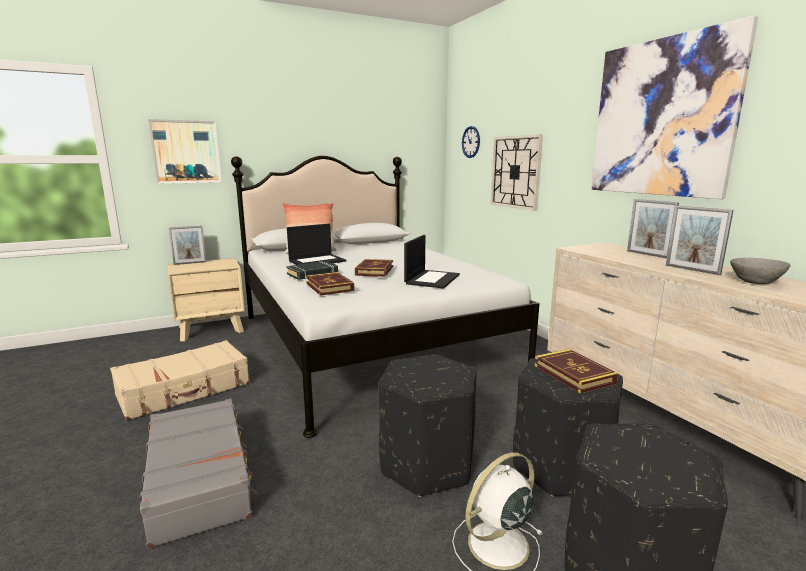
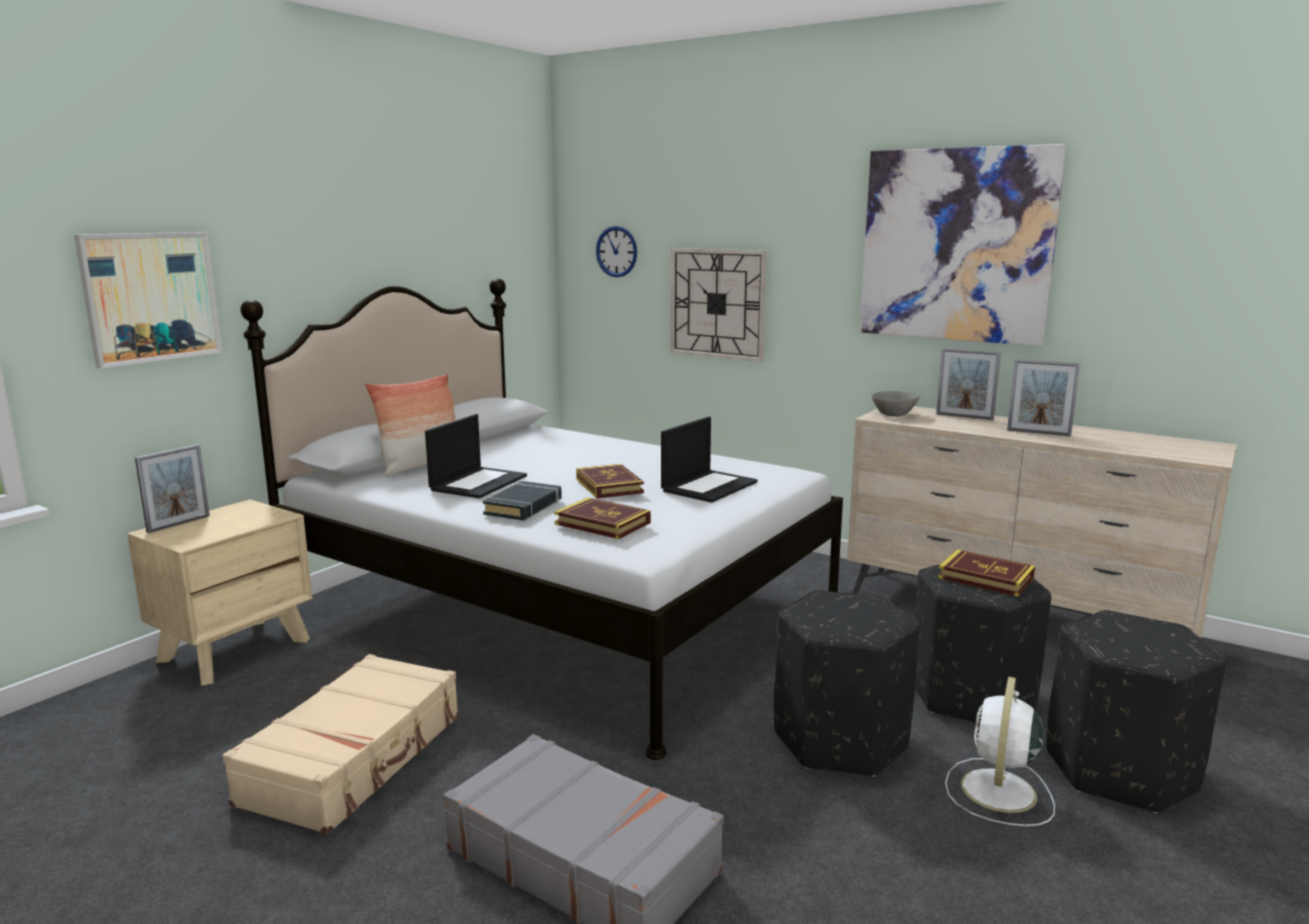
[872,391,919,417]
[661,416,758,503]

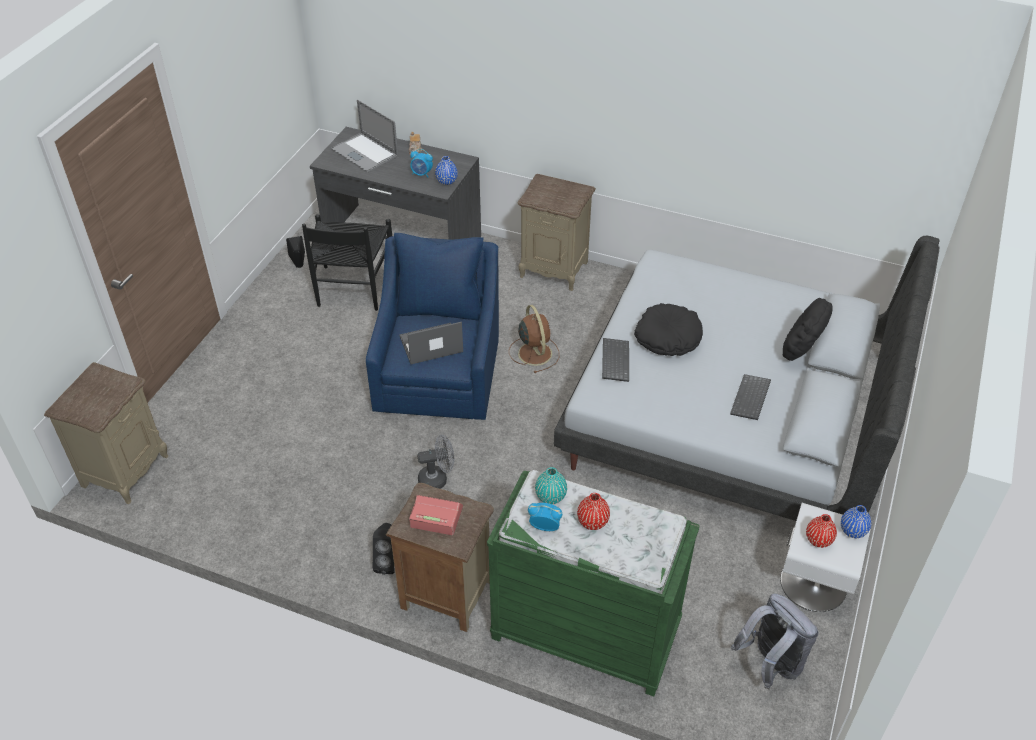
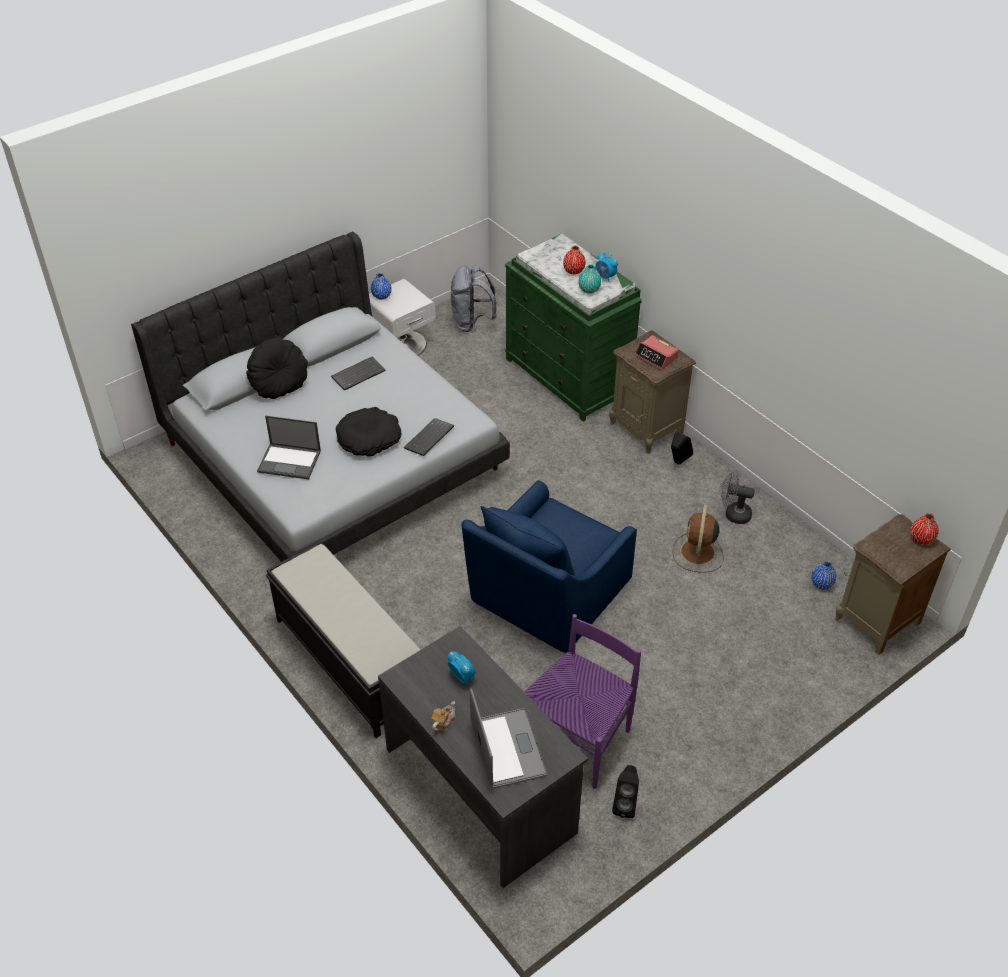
[257,416,321,480]
[721,472,755,524]
[811,561,837,590]
[672,503,724,573]
[910,513,939,545]
[266,544,421,738]
[525,614,641,789]

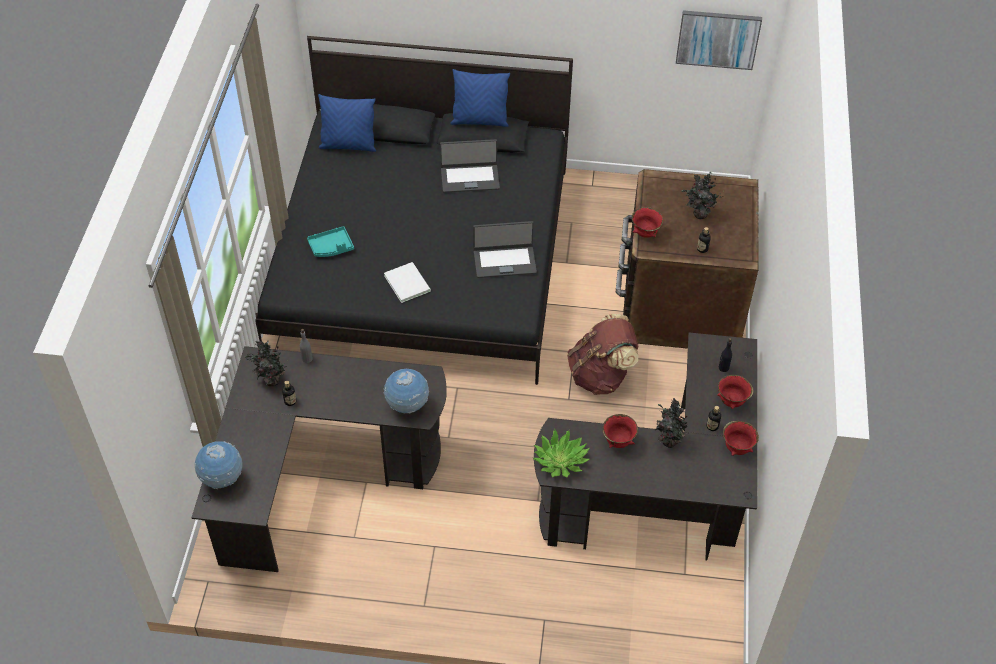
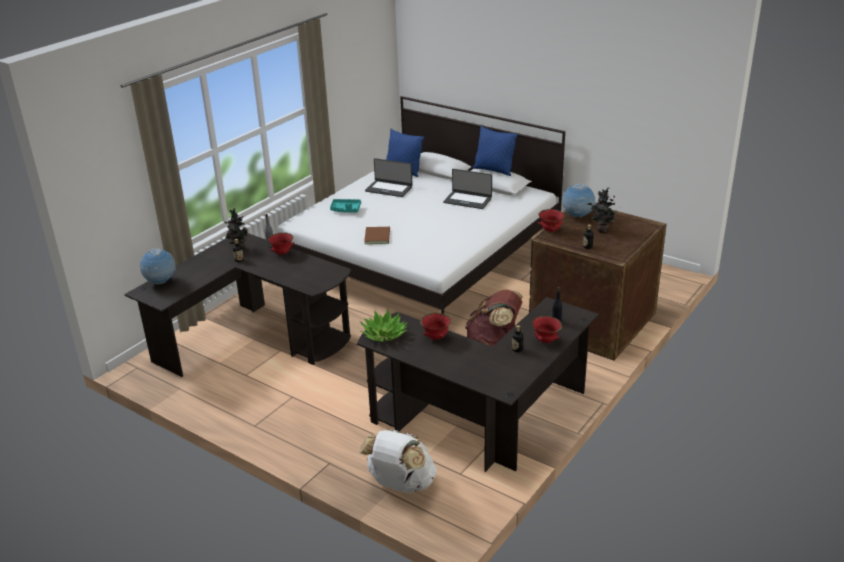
[653,398,688,448] (first image)
[676,10,762,70] (first image)
[359,429,437,493]
[562,183,595,217]
[365,158,413,197]
[268,232,294,255]
[277,96,565,314]
[364,227,390,244]

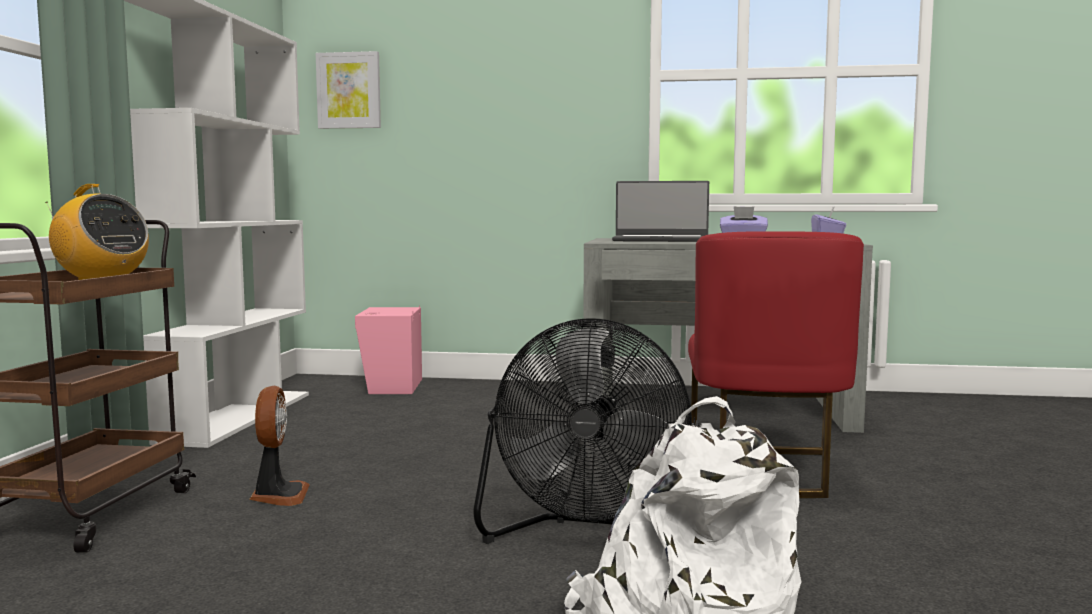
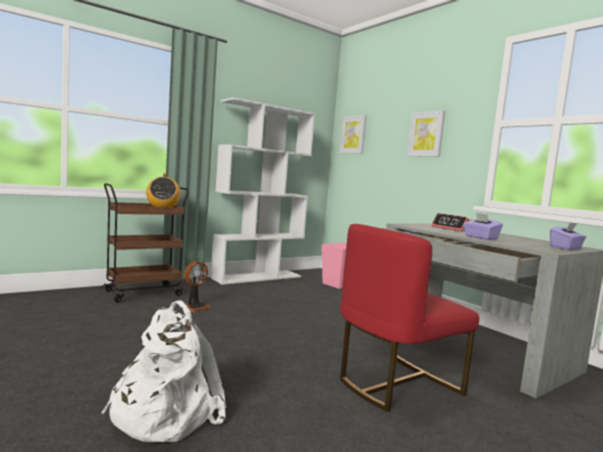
[473,318,699,544] (first image)
[407,110,445,157]
[431,213,474,232]

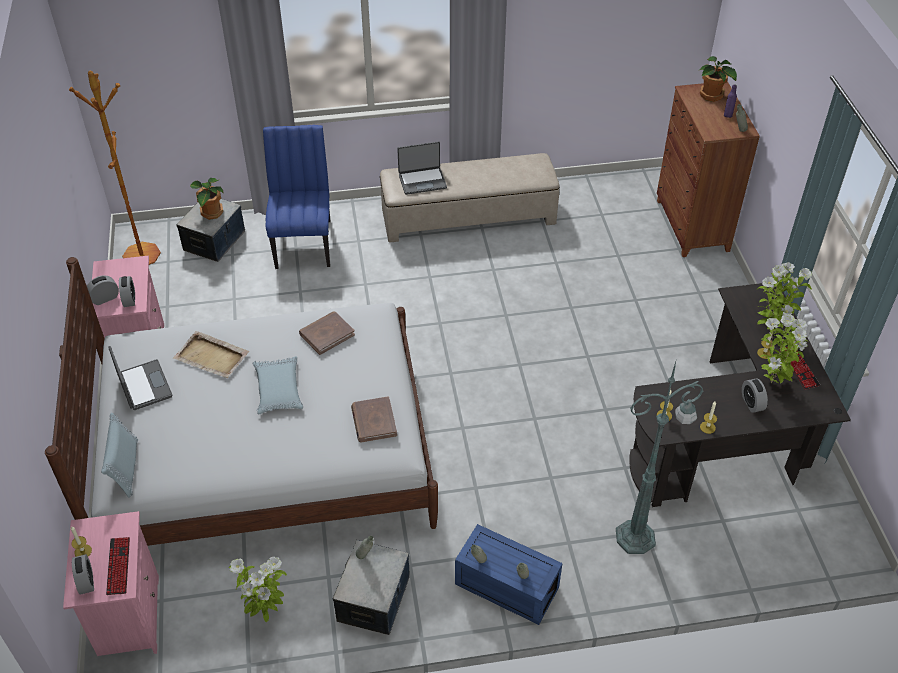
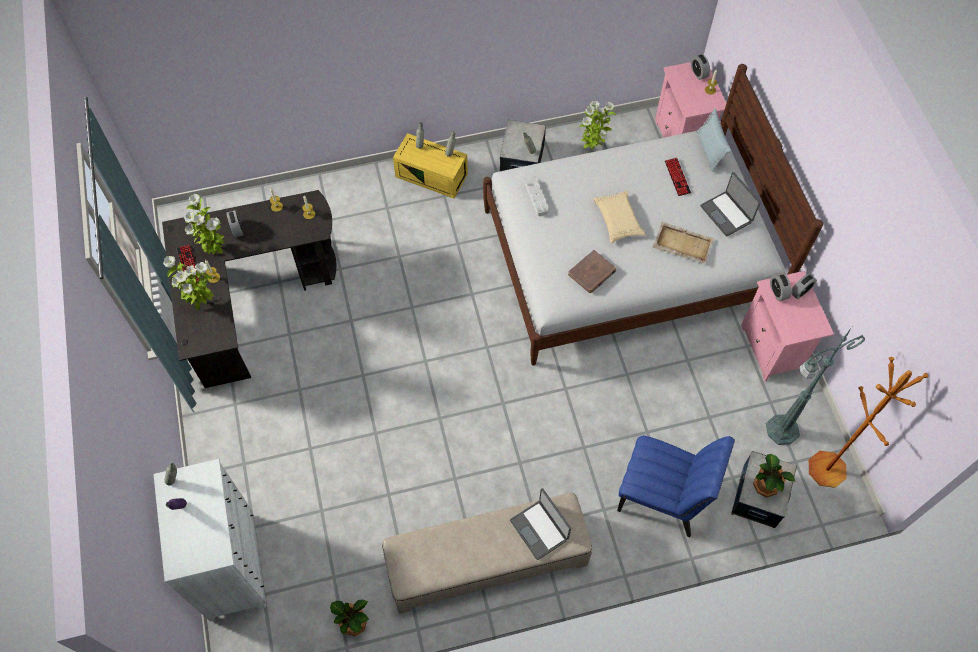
[665,158,691,196]
[766,327,865,445]
[330,600,369,636]
[525,176,549,216]
[593,191,646,243]
[393,133,468,198]
[153,459,266,622]
[617,435,735,537]
[510,488,571,560]

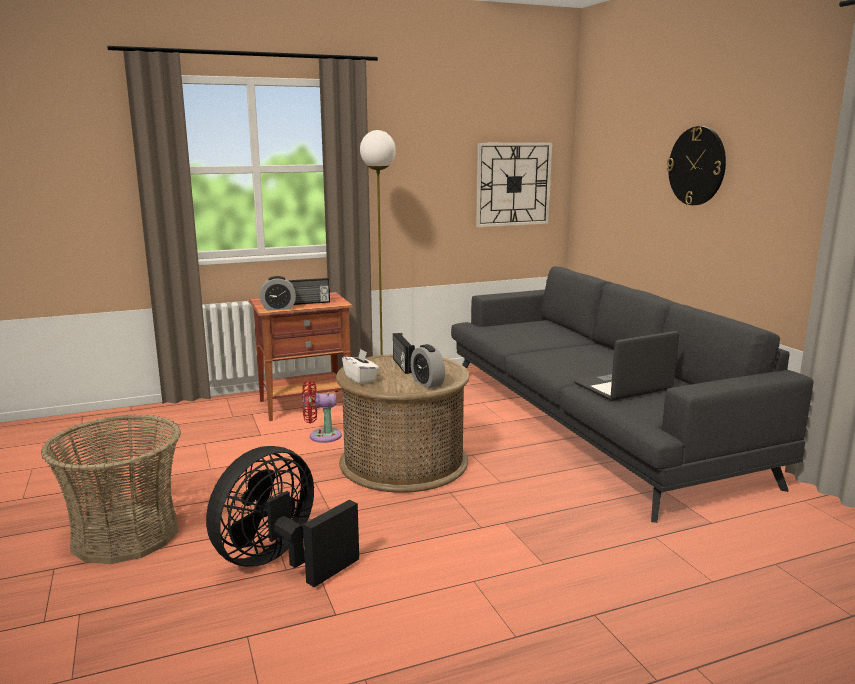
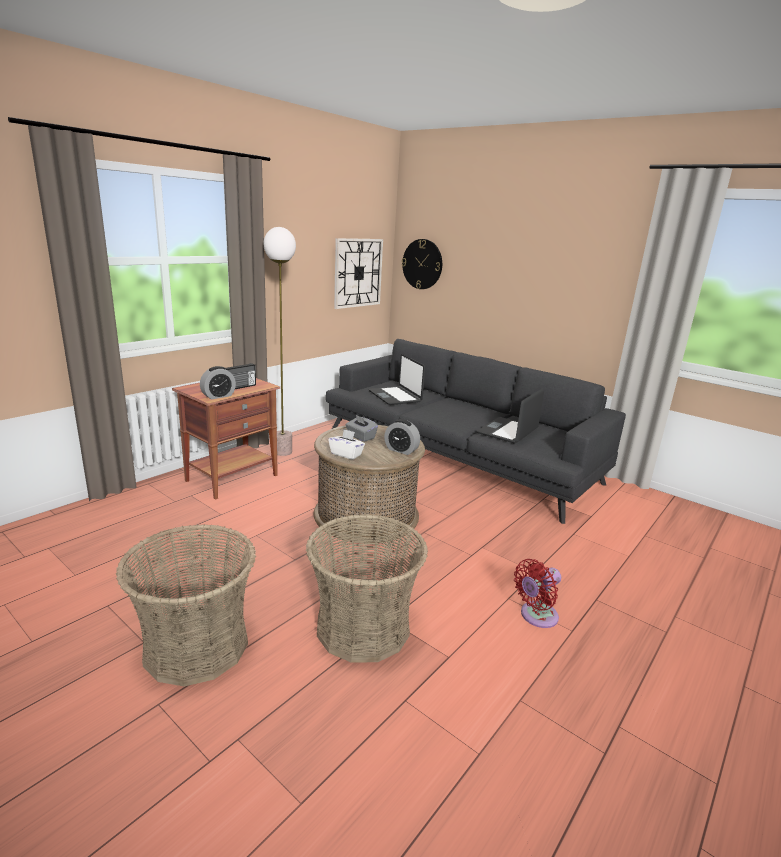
[369,354,425,405]
[514,559,561,628]
[402,239,442,289]
[306,514,428,663]
[346,415,378,442]

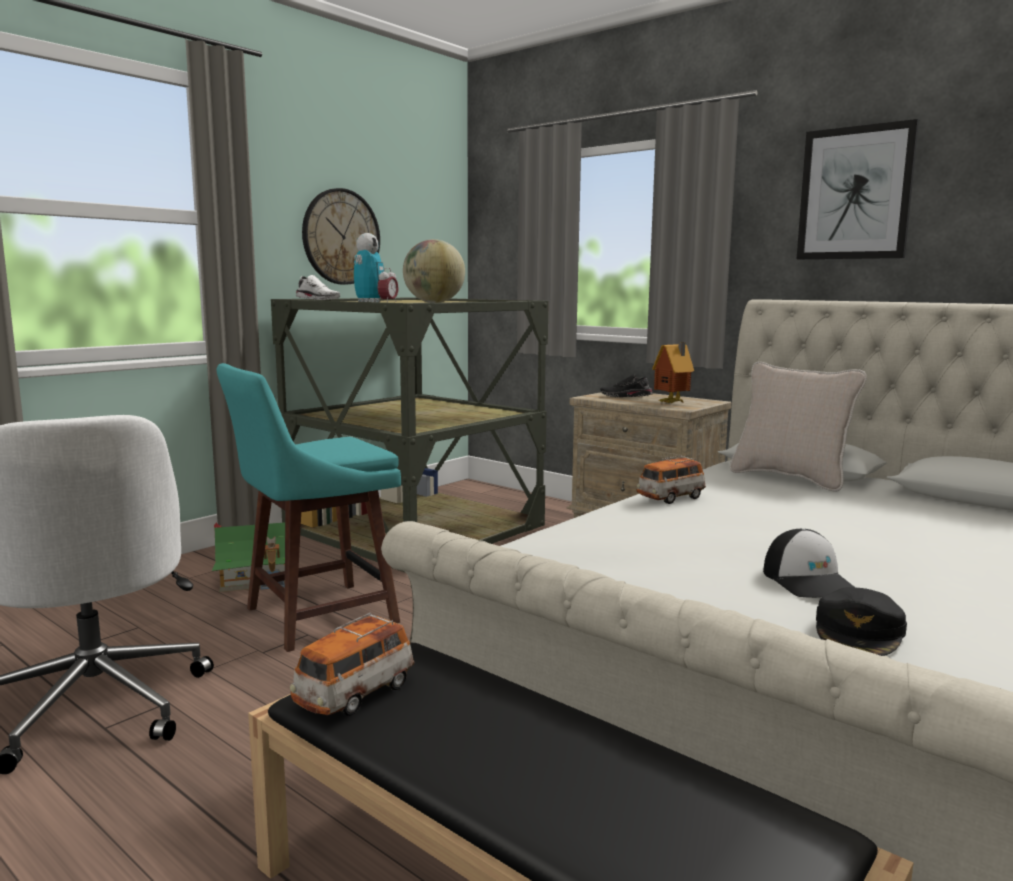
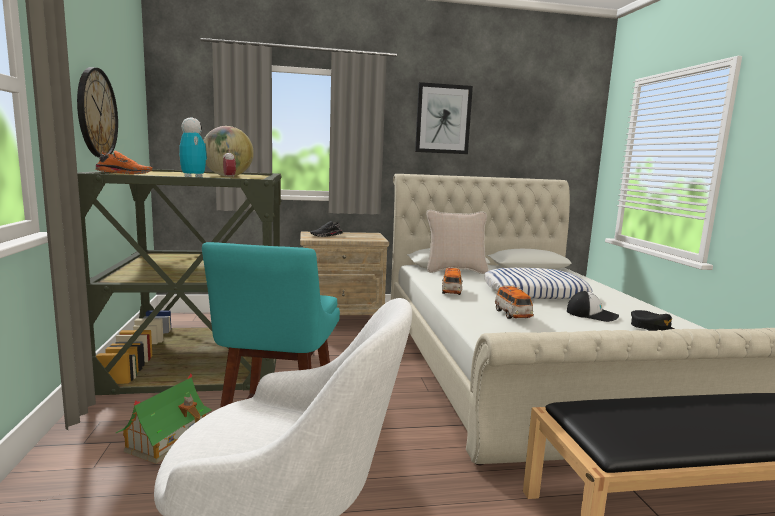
[652,342,694,403] (first image)
[484,268,593,299]
[495,285,534,319]
[96,150,153,174]

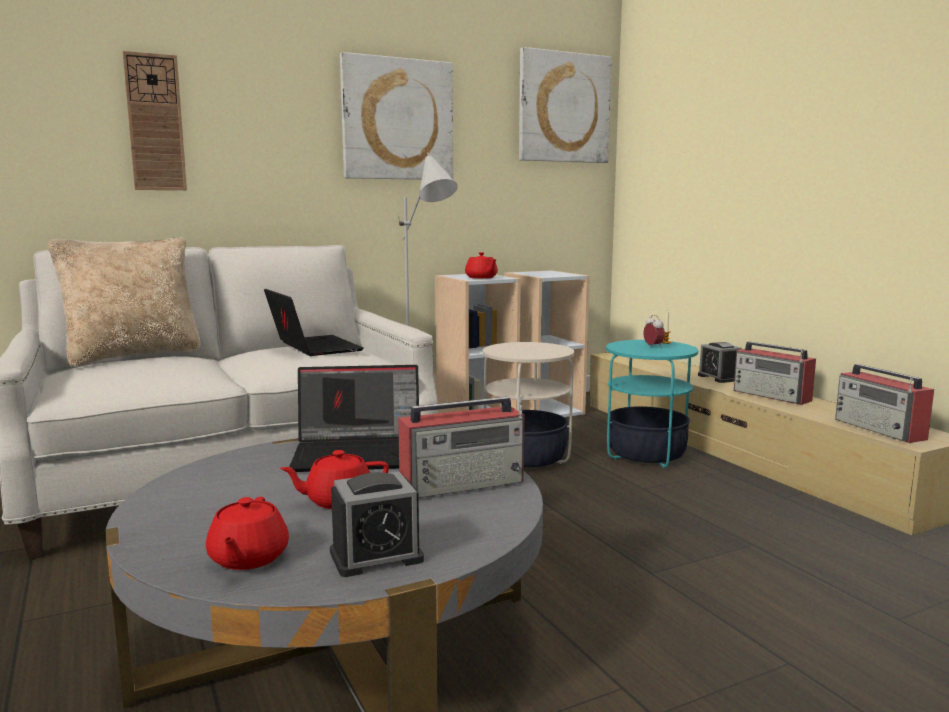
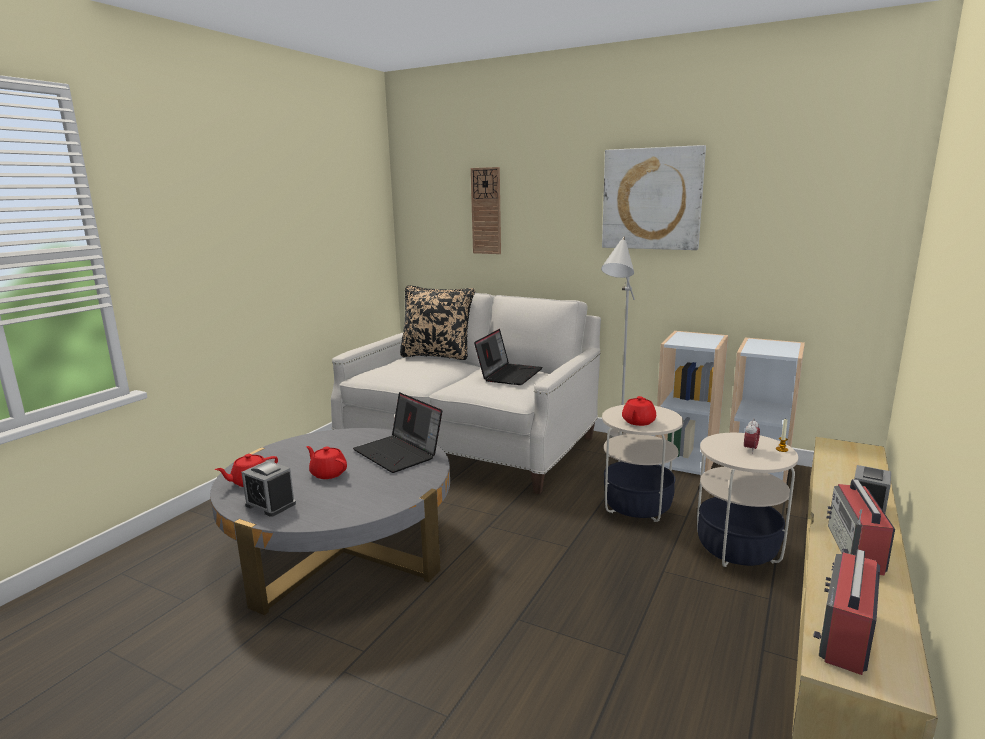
[398,396,524,498] (first image)
[519,47,612,163] (first image)
[622,396,656,426]
[400,285,475,361]
[697,433,798,567]

